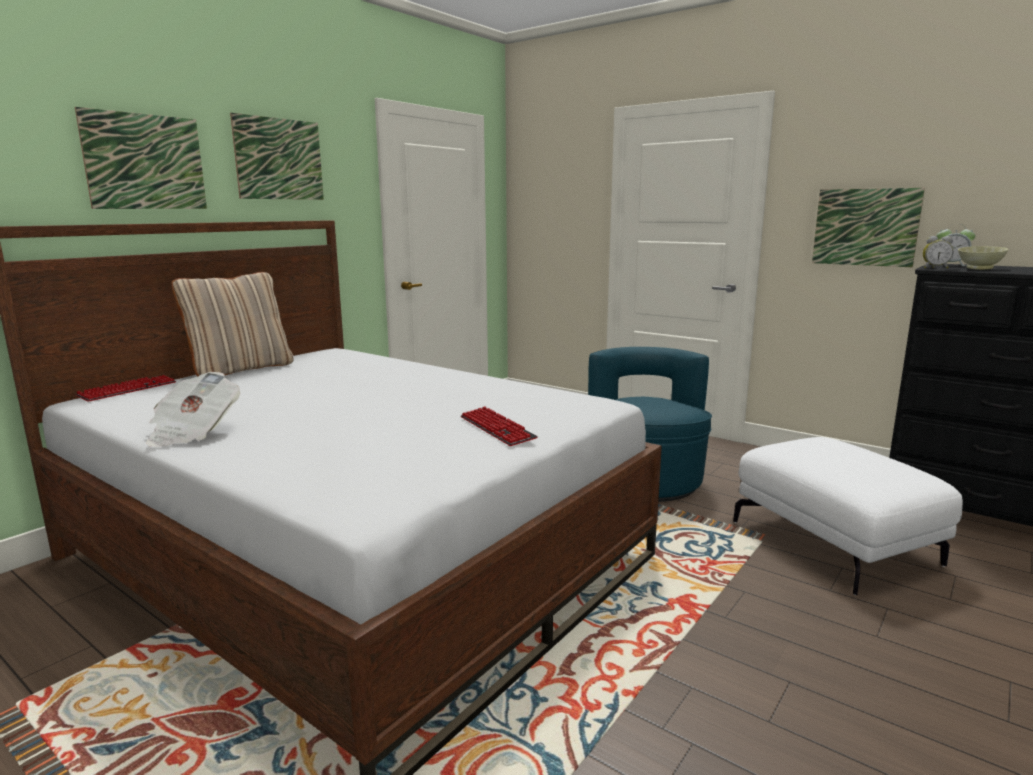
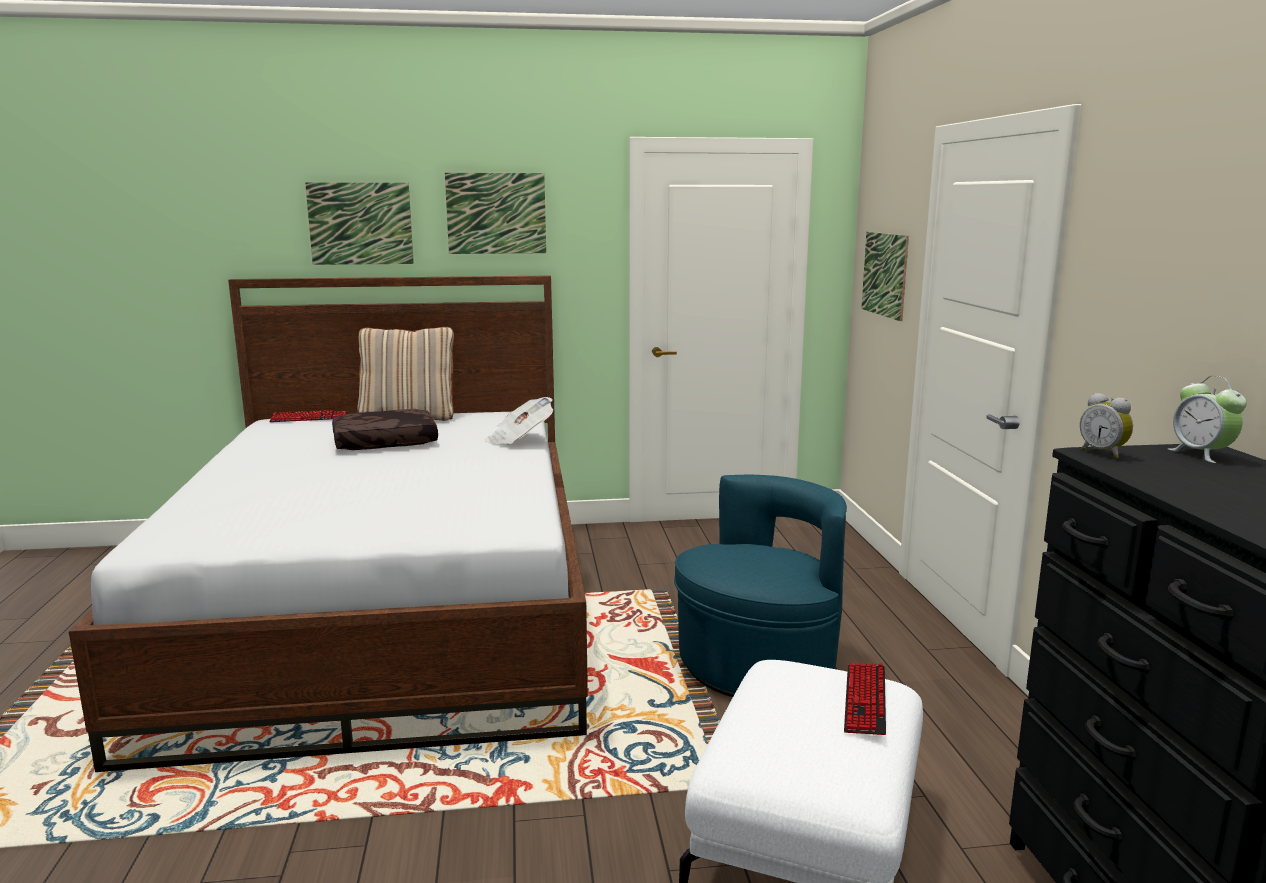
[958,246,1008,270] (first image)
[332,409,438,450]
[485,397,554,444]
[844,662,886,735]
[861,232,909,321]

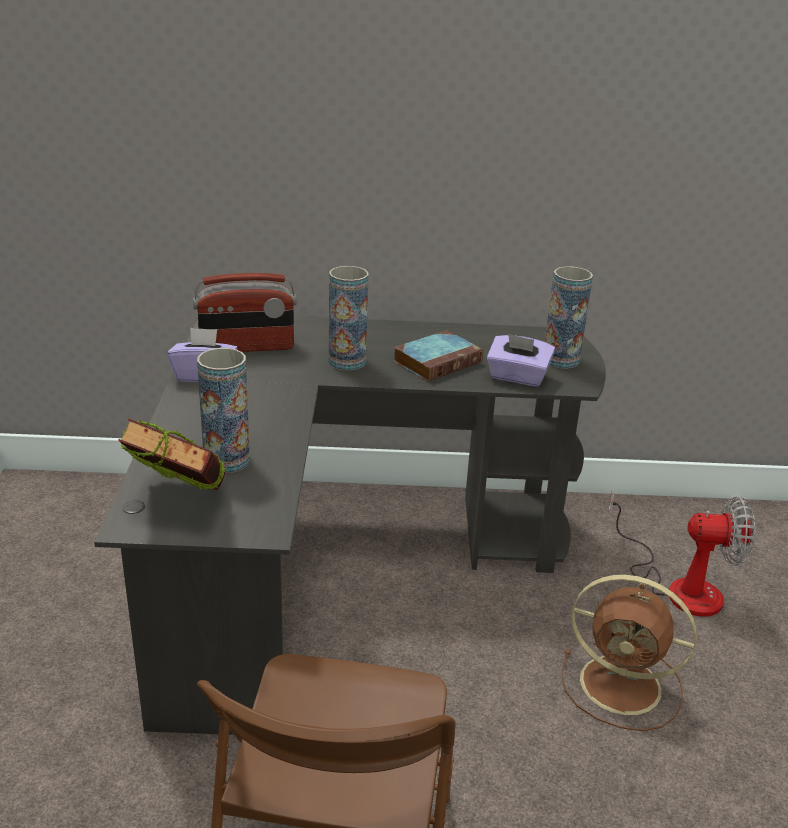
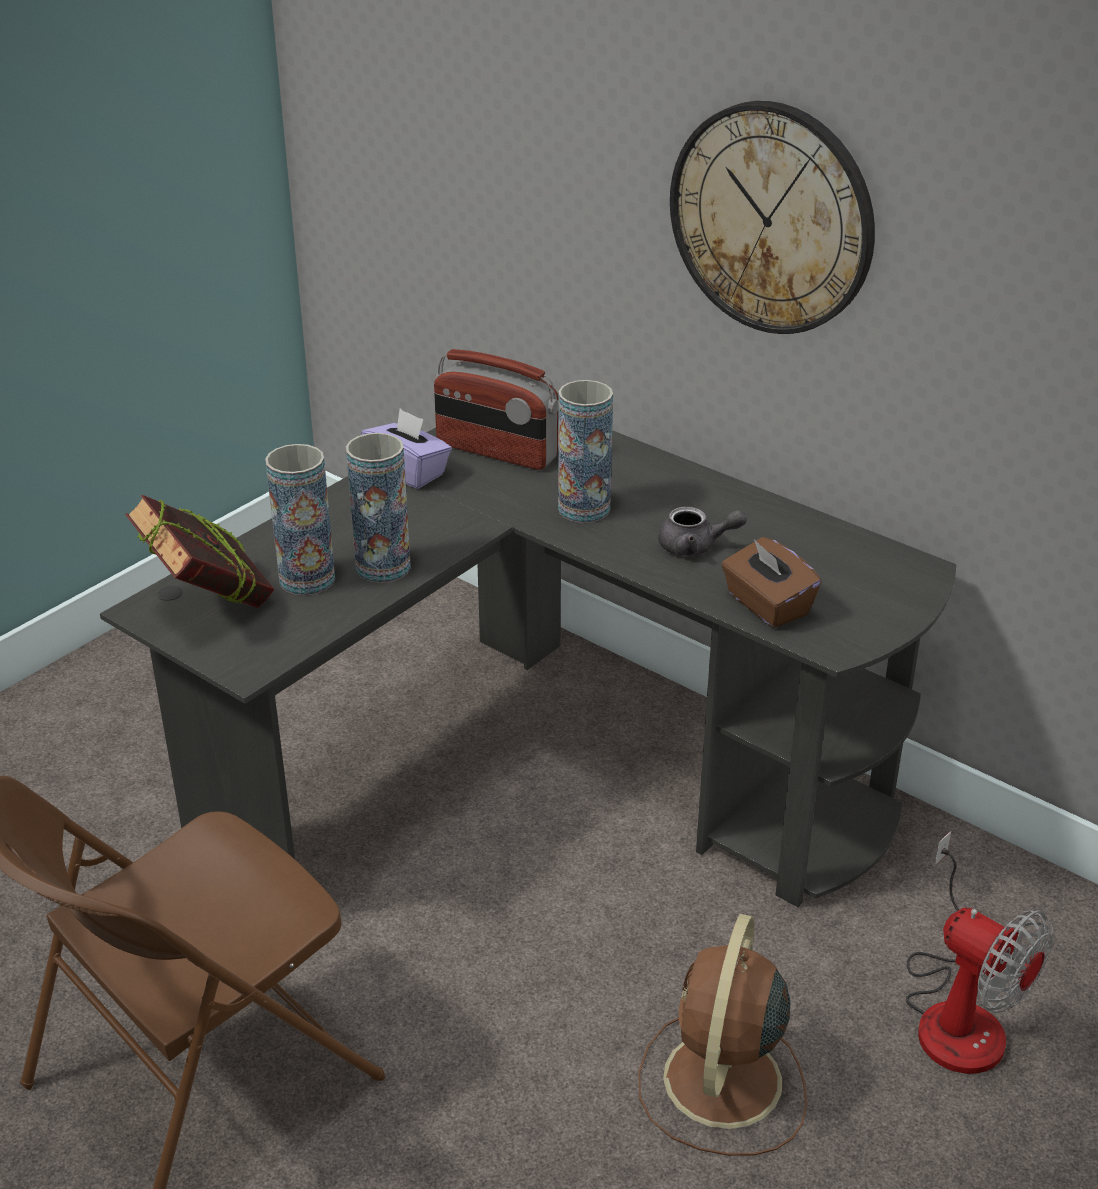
[670,101,875,334]
[346,433,411,583]
[658,507,747,556]
[722,537,821,628]
[638,914,807,1156]

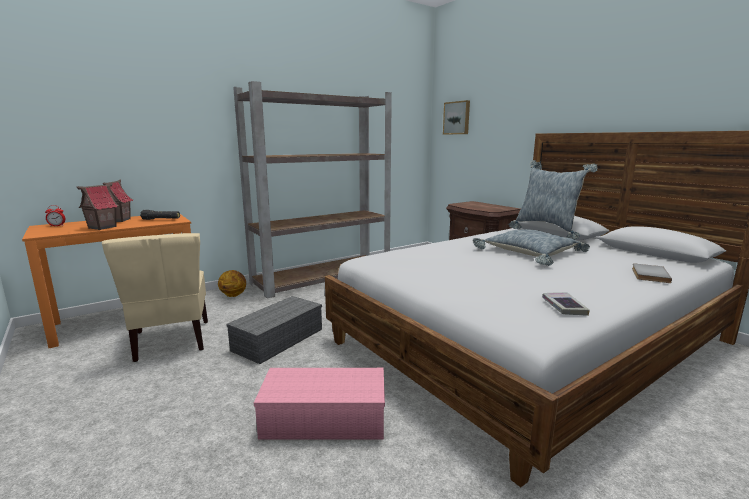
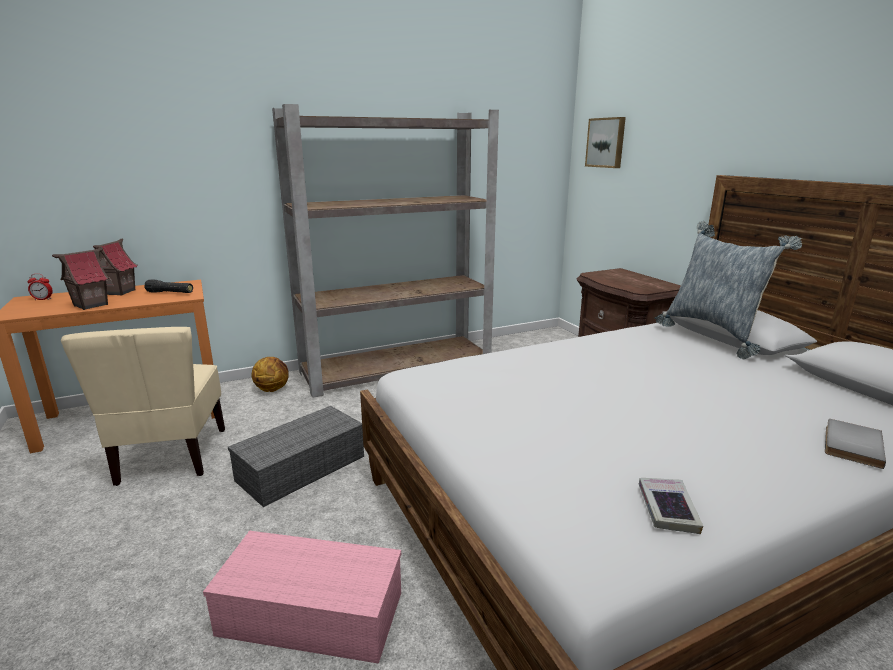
[473,229,590,266] (first image)

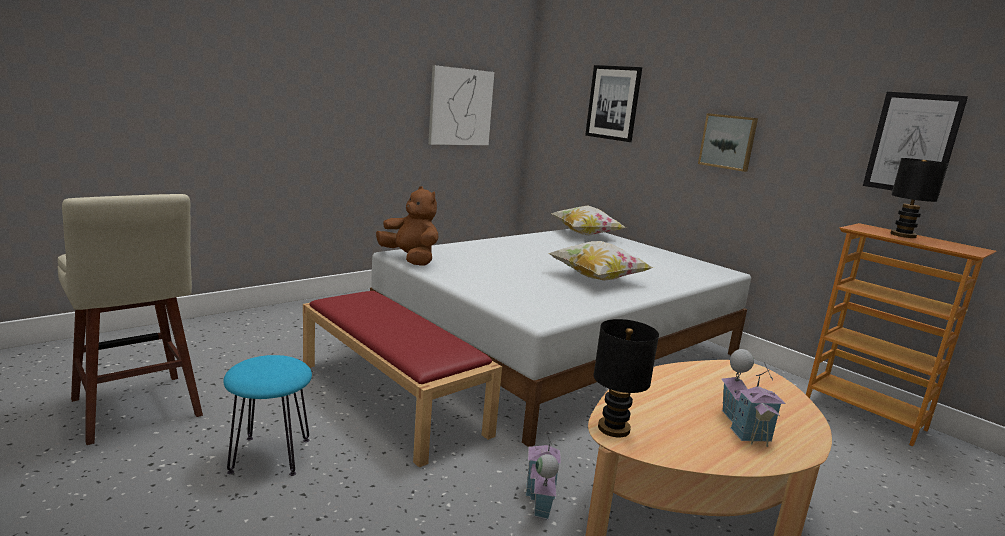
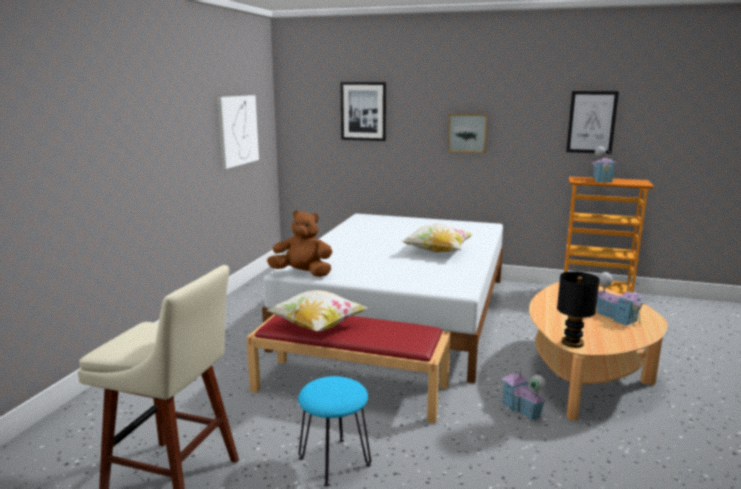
[266,290,367,332]
[592,146,616,183]

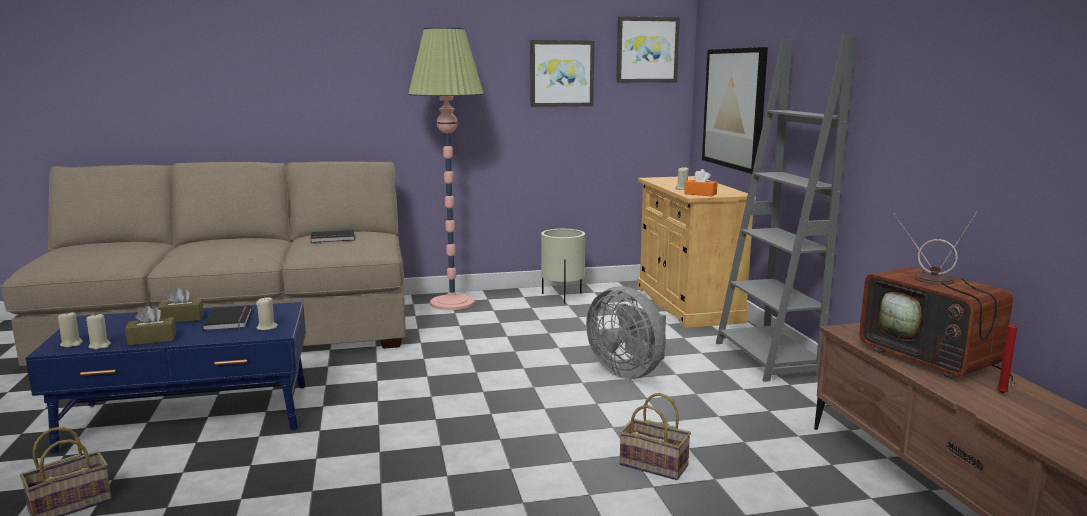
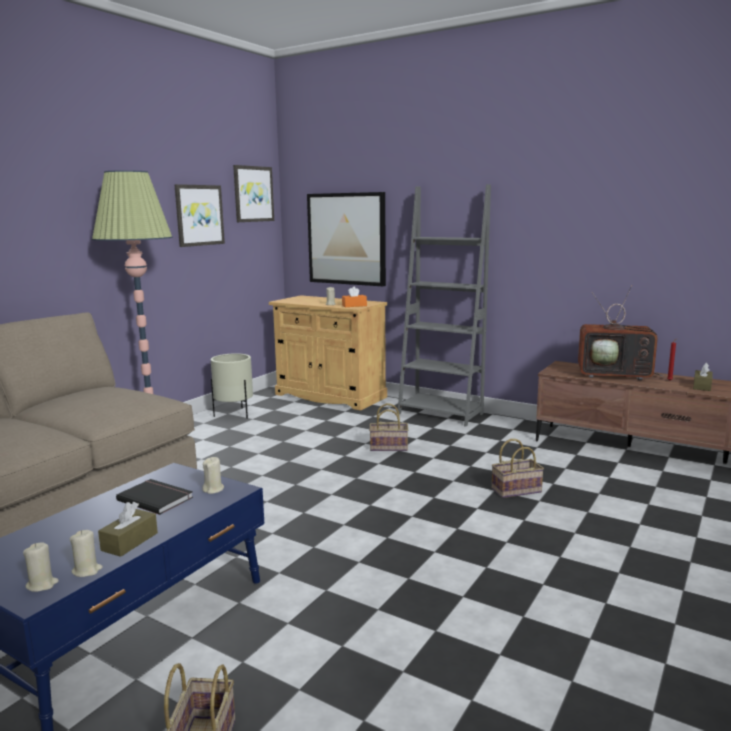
[310,230,355,243] (first image)
[693,362,713,391]
[369,403,408,451]

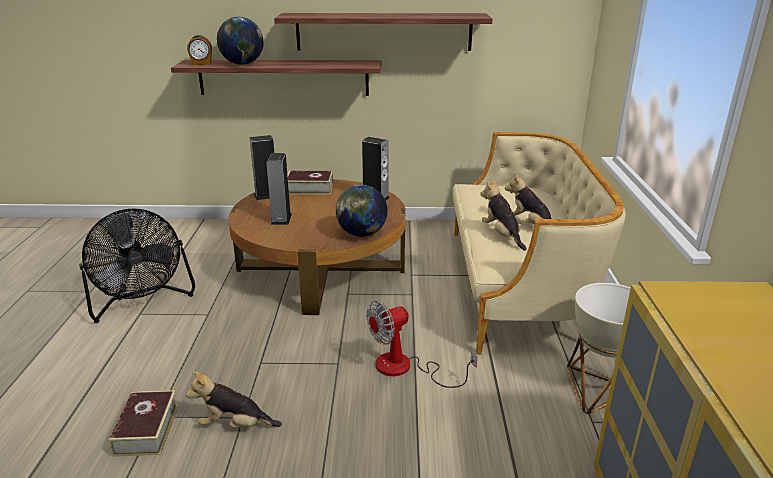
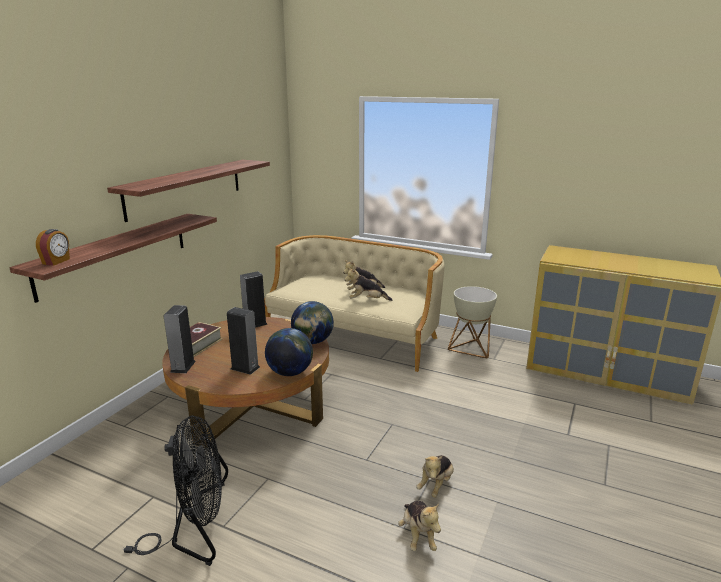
[367,301,477,388] (first image)
[265,328,313,376]
[398,501,441,551]

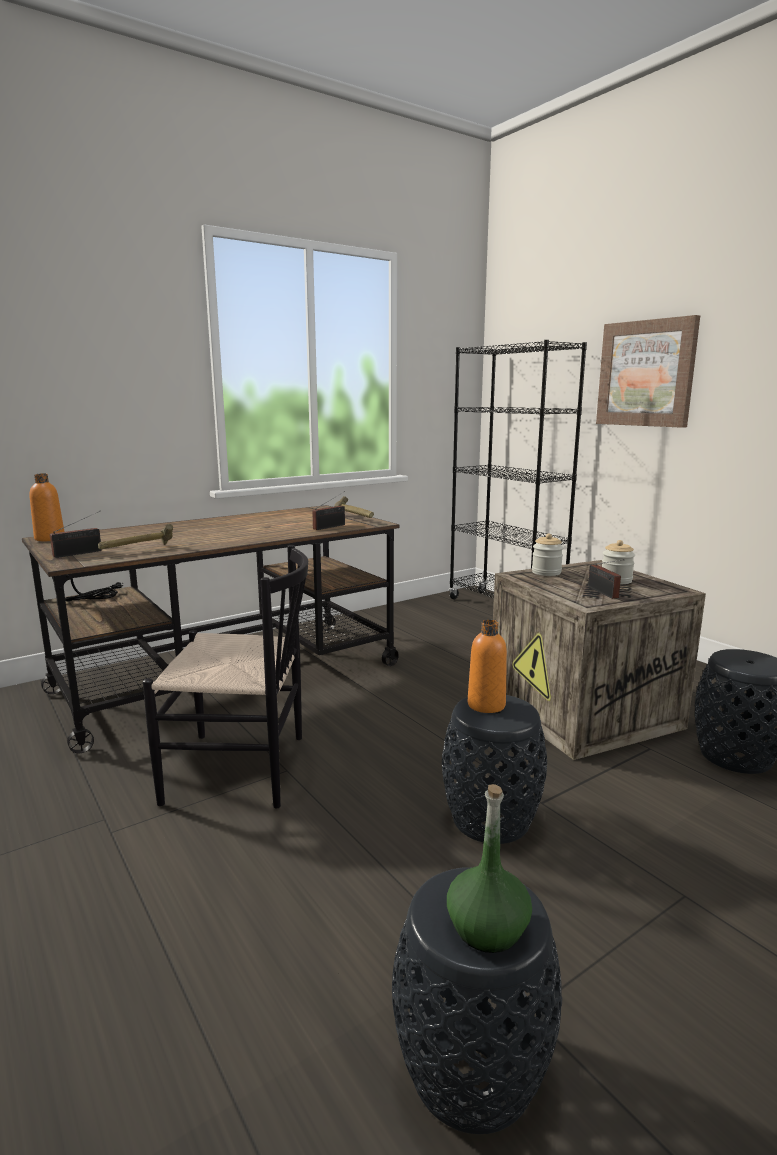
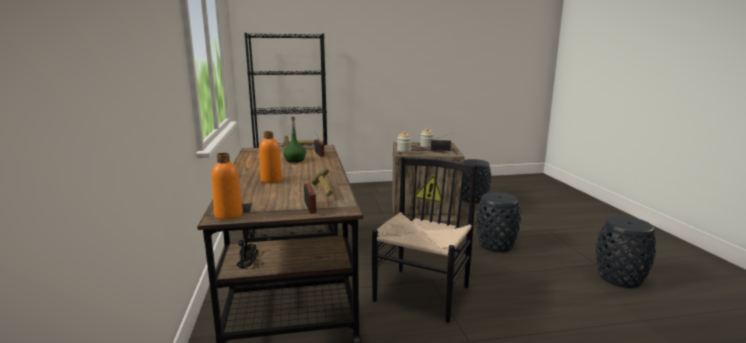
[596,315,700,428] (first image)
[283,117,306,162]
[259,131,282,183]

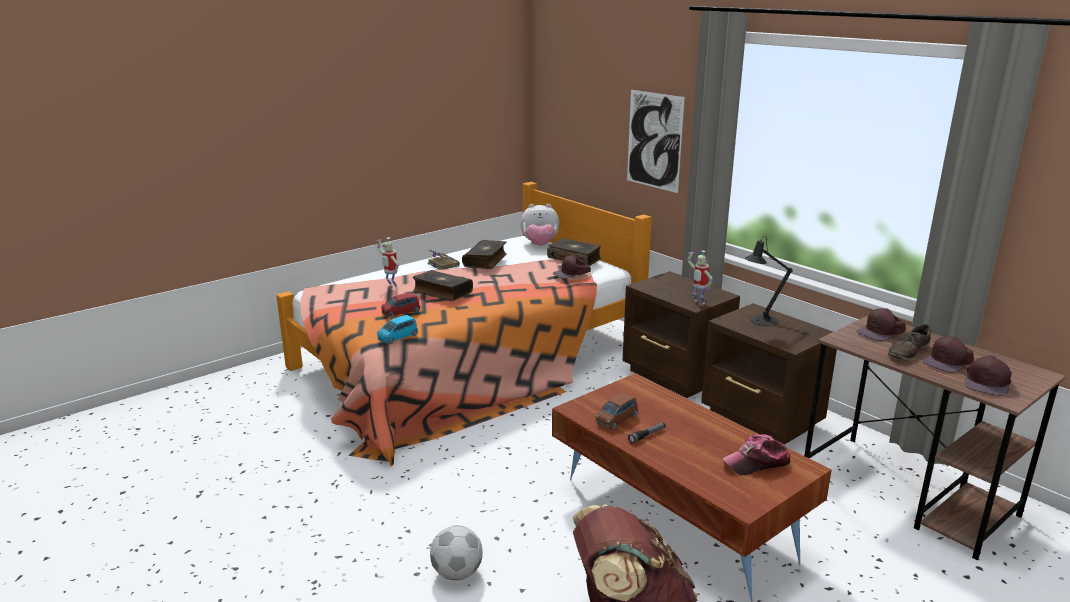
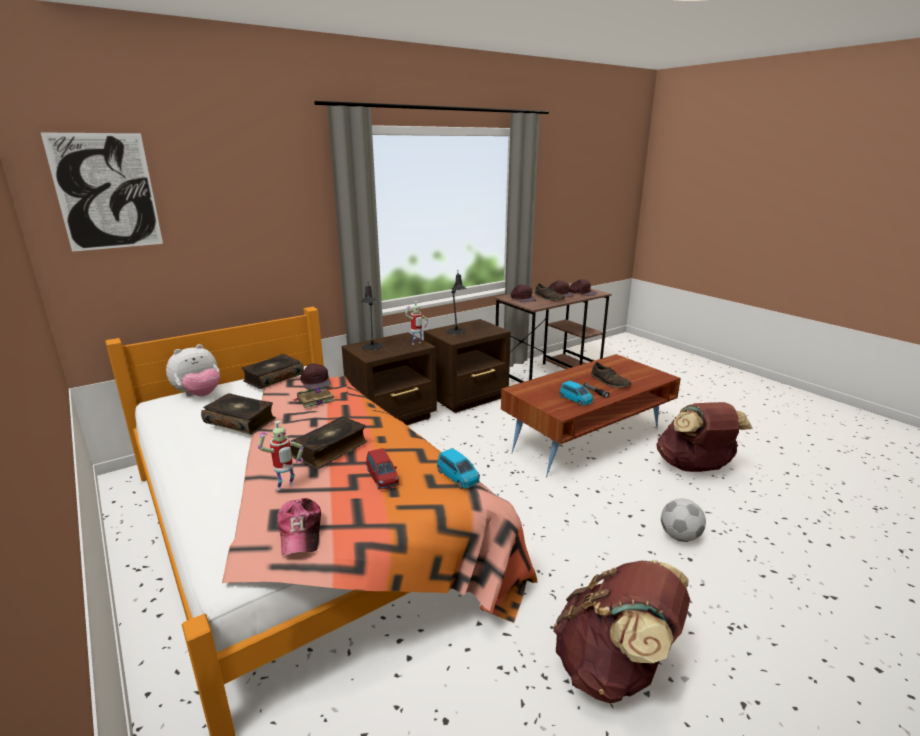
[360,284,383,350]
[553,560,690,704]
[591,362,631,388]
[293,385,335,408]
[40,132,163,252]
[277,498,321,556]
[560,380,593,406]
[166,344,220,396]

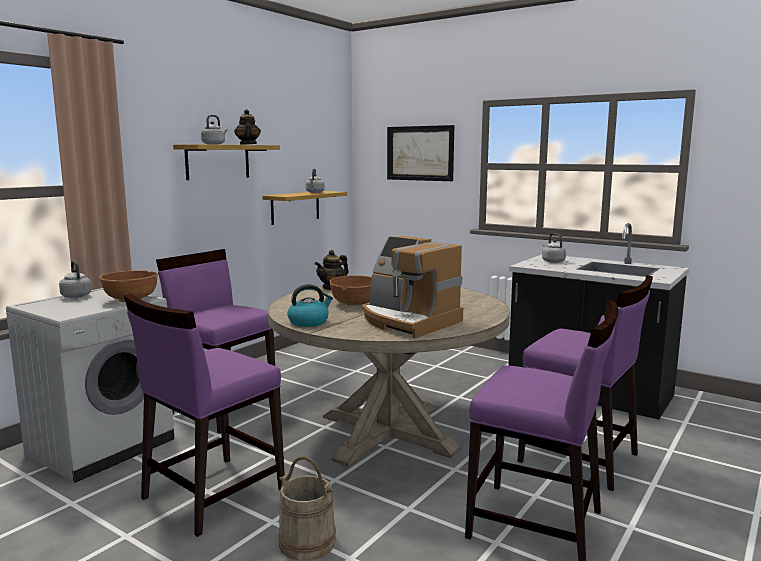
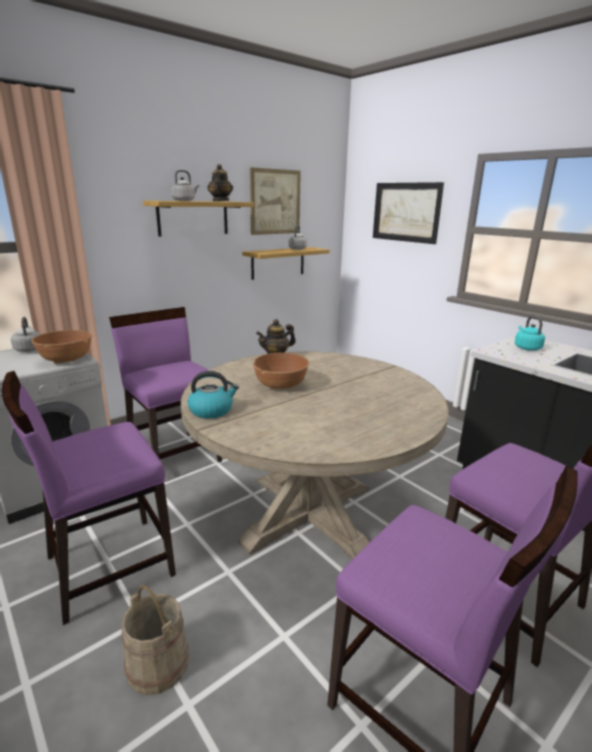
[362,236,463,338] (first image)
[250,167,301,235]
[515,316,545,351]

